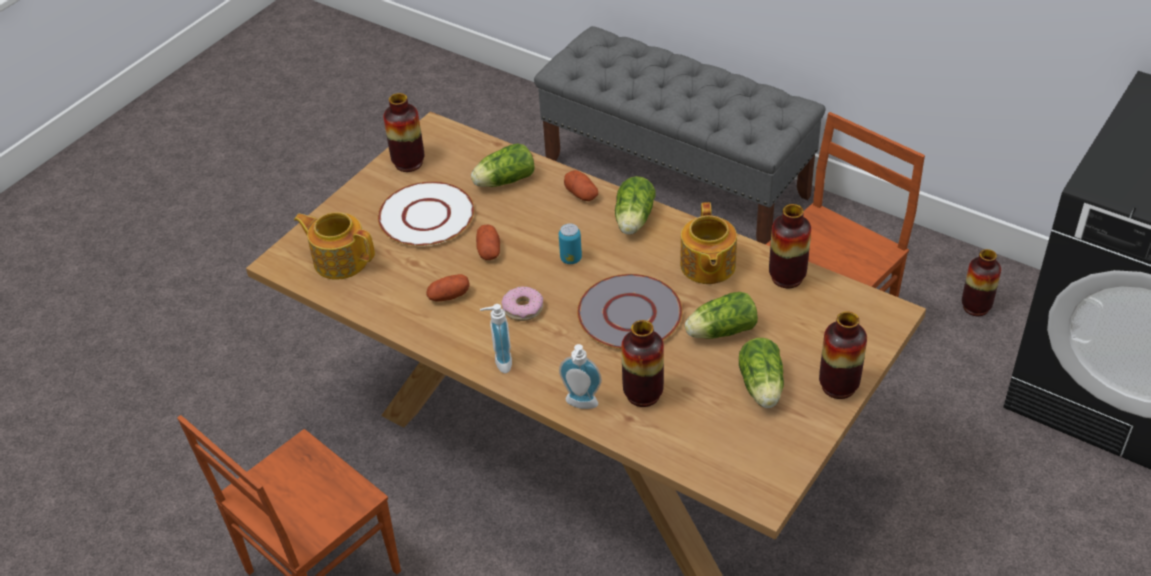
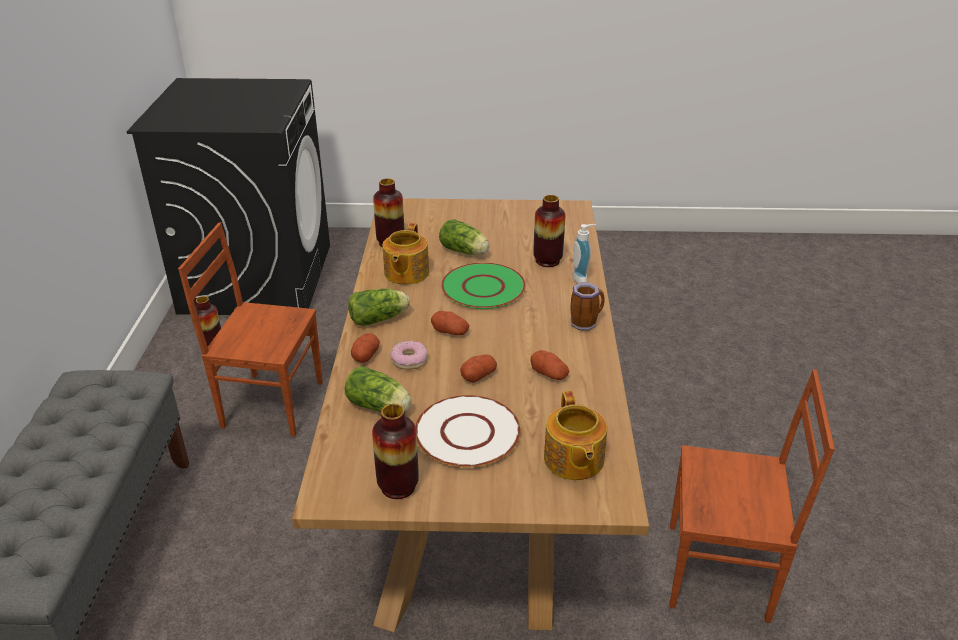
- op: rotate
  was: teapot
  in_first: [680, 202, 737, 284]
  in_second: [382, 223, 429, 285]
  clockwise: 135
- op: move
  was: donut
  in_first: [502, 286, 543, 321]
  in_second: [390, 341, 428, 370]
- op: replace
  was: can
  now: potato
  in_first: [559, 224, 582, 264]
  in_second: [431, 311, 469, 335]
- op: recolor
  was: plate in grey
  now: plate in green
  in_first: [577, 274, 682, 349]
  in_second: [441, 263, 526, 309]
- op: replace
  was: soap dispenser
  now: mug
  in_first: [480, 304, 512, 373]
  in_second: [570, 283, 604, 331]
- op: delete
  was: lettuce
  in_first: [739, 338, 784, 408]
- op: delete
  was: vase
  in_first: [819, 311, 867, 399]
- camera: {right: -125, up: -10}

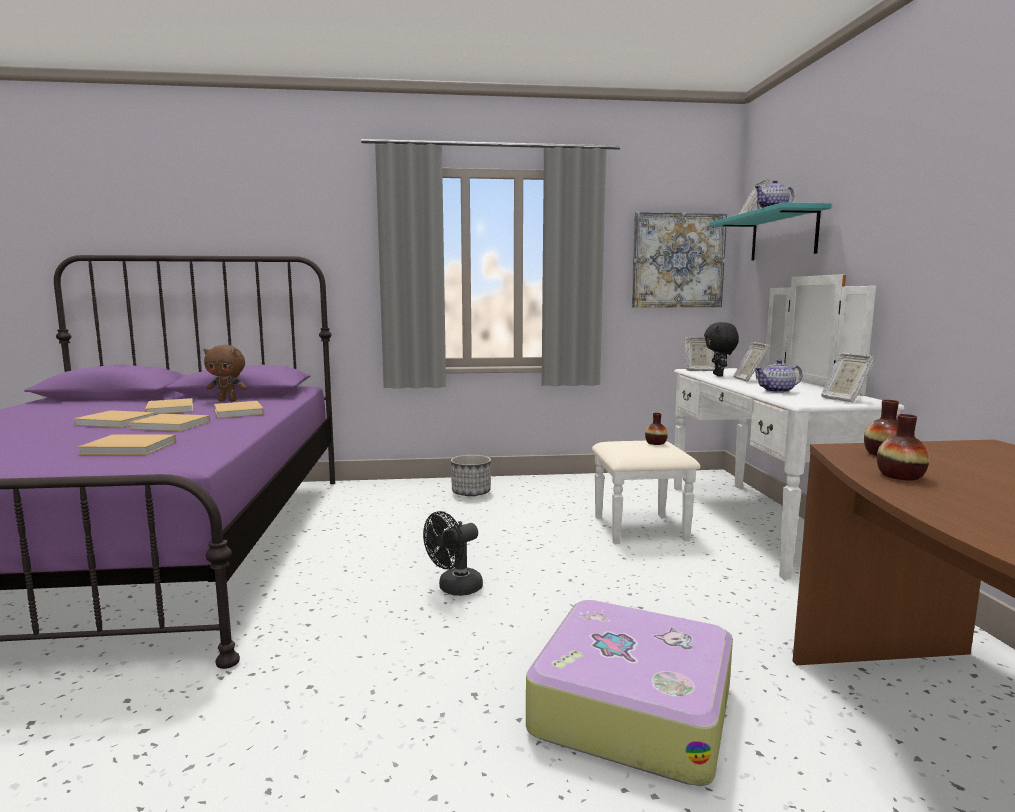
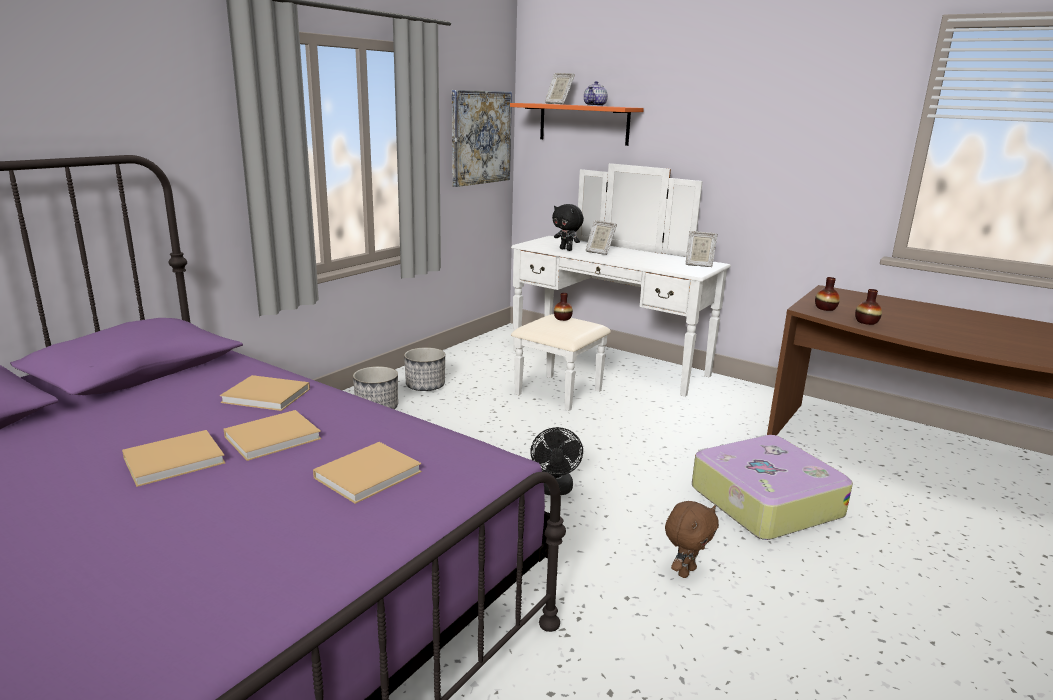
- op: insert
  now: planter
  in_second: [404, 347, 445, 391]
- op: recolor
  was: shelf in turquoise
  now: shelf in orange
  in_first: [709, 202, 832, 261]
  in_second: [510, 103, 644, 146]
- op: move
  was: plush toy in brown
  in_first: [204, 345, 247, 401]
  in_second: [665, 501, 719, 578]
- op: delete
  was: book in beige
  in_first: [145, 398, 193, 414]
- op: delete
  was: picture frame
  in_first: [685, 337, 715, 371]
- op: delete
  was: teapot
  in_first: [754, 360, 802, 393]
- camera: {right: -50, up: 10}

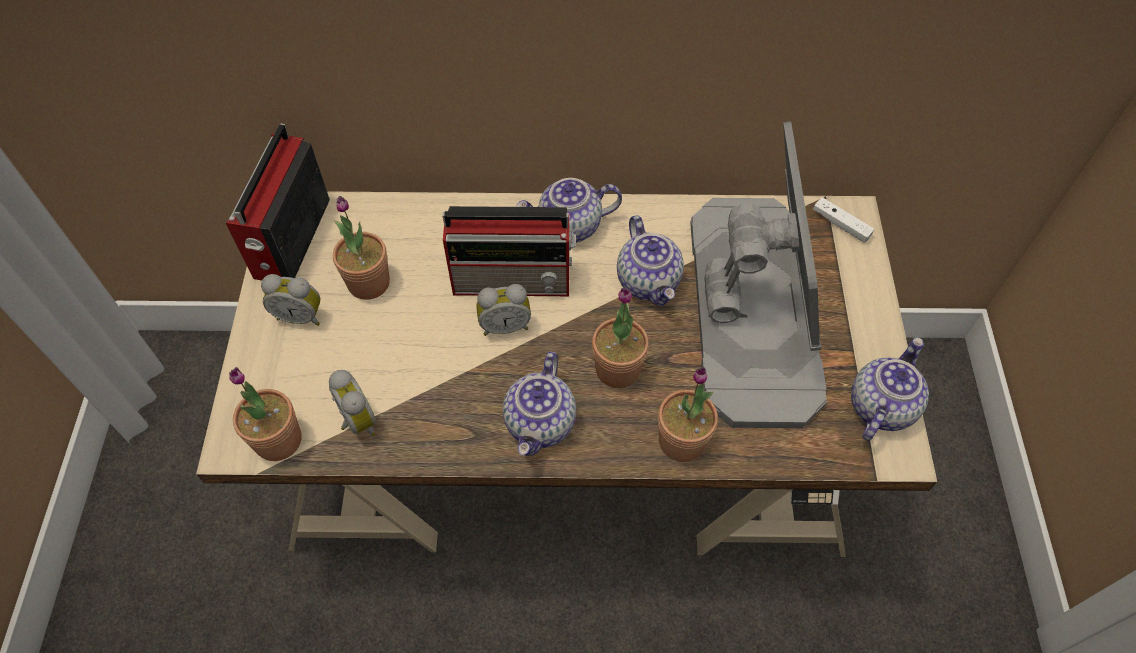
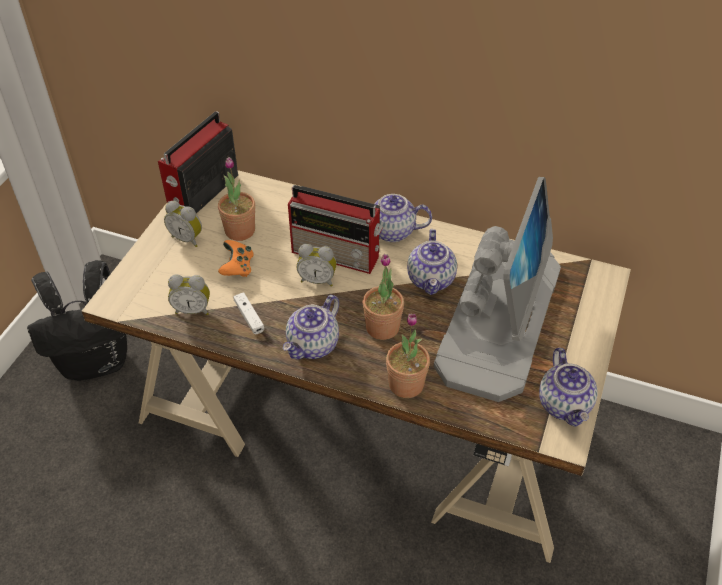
- op: insert
  now: backpack in black
  in_second: [27, 260, 127, 381]
- op: rotate
  was: alarm clock
  in_first: [329, 370, 376, 436]
  in_second: [168, 274, 210, 315]
  clockwise: 105
- op: insert
  now: game controller in orange
  in_second: [218, 240, 254, 277]
- op: move
  was: game controller in white
  in_first: [813, 197, 874, 243]
  in_second: [233, 292, 264, 334]
- op: rotate
  was: teapot
  in_first: [851, 337, 929, 441]
  in_second: [539, 348, 598, 427]
  clockwise: 120
- op: delete
  was: potted plant
  in_first: [229, 367, 301, 461]
- camera: {right: 20, up: -10}

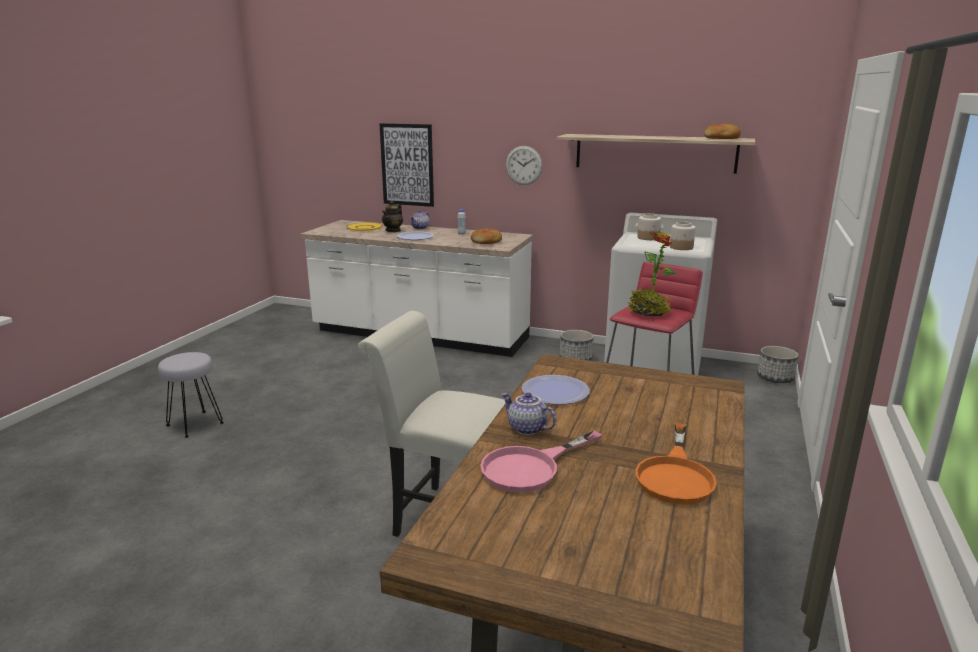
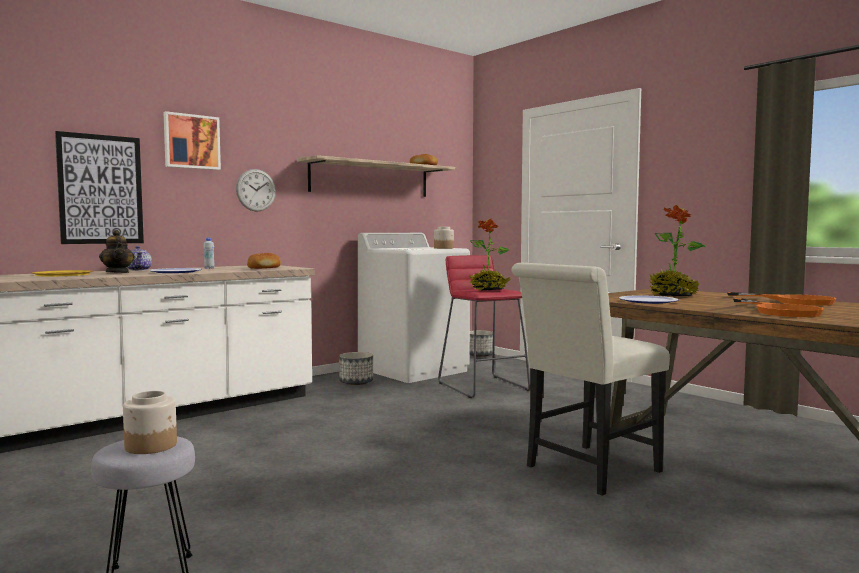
- op: move
  was: jar
  in_first: [637, 213, 661, 240]
  in_second: [123, 391, 177, 454]
- op: insert
  now: picture
  in_second: [164, 111, 221, 170]
- op: insert
  now: potted plant
  in_second: [649, 205, 705, 296]
- op: recolor
  was: frying pan in pink
  now: frying pan in orange
  in_first: [480, 431, 602, 493]
  in_second: [733, 298, 824, 317]
- op: delete
  was: teapot
  in_first: [502, 393, 556, 435]
- camera: {right: -60, up: -15}

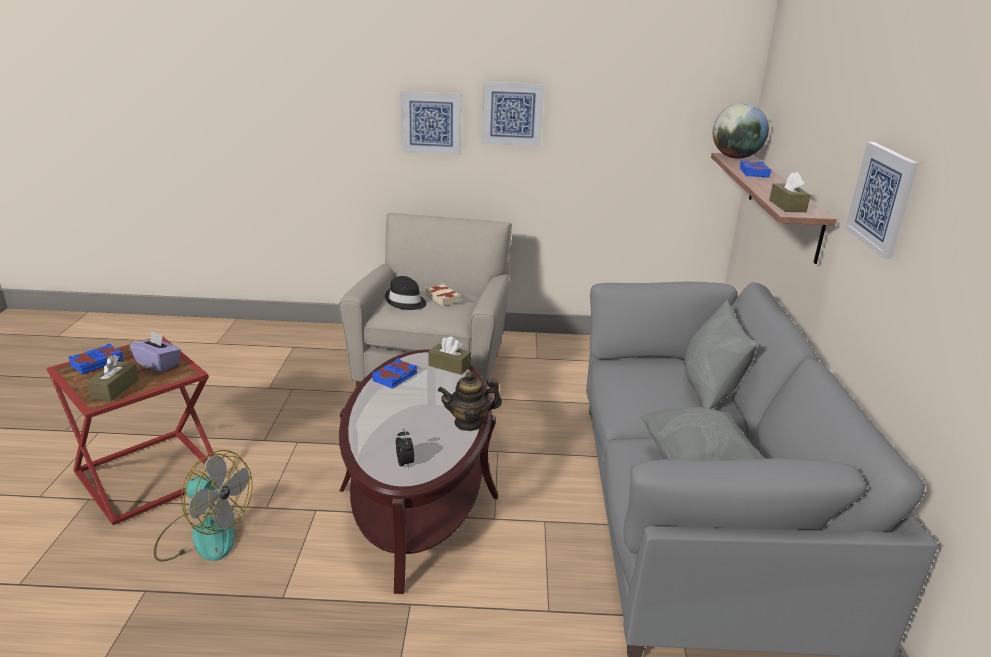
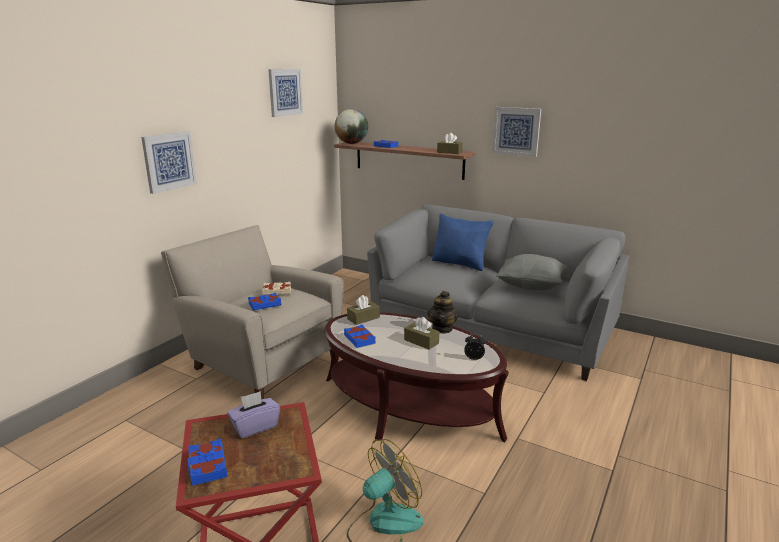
- op: replace
  was: hat in black
  now: book in blue
  in_first: [385, 276, 426, 310]
  in_second: [248, 293, 281, 311]
- op: move
  was: picture
  in_first: [482, 82, 544, 146]
  in_second: [268, 69, 303, 117]
- op: move
  was: tissue box in brown
  in_first: [86, 355, 139, 401]
  in_second: [404, 317, 439, 350]
- op: recolor
  was: pillow in grey
  now: pillow in blue
  in_first: [684, 300, 757, 409]
  in_second: [432, 214, 494, 271]
- camera: {right: -60, up: -5}

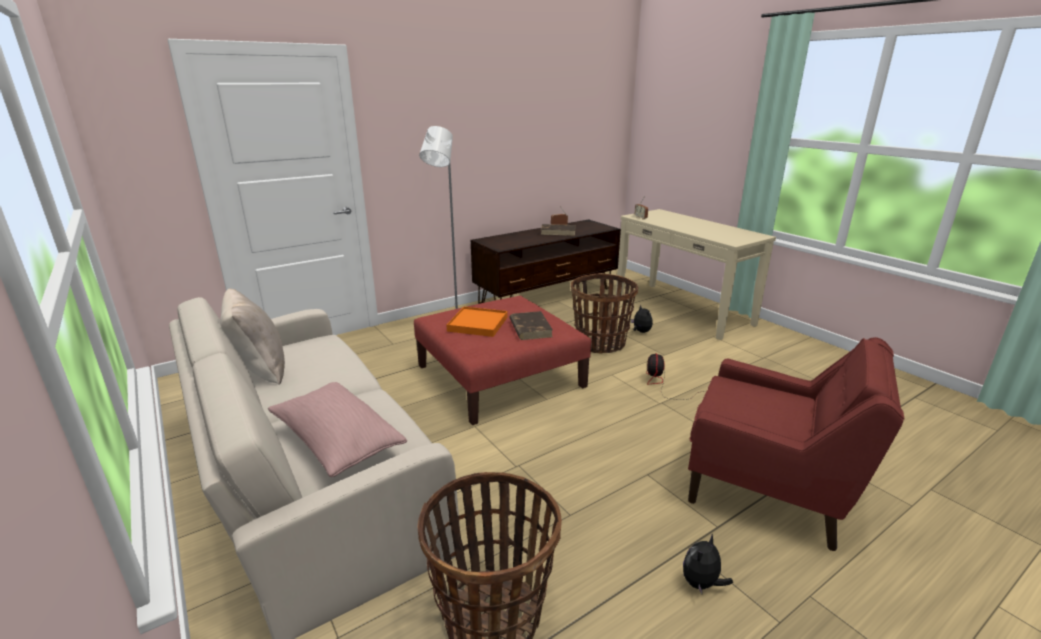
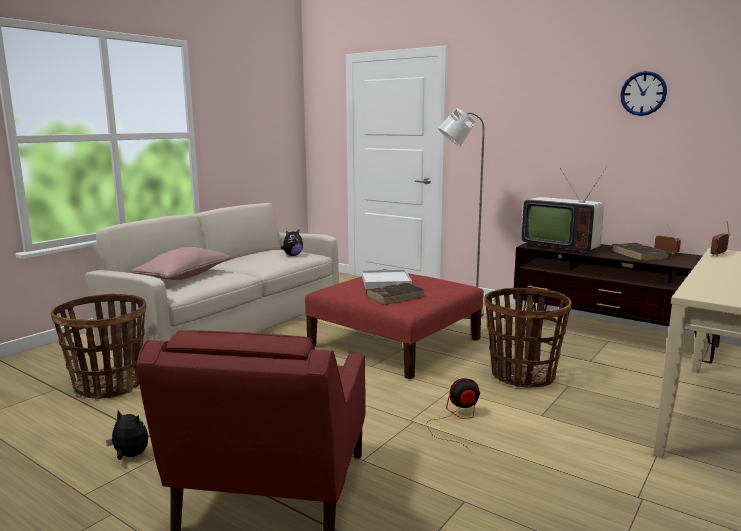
- op: move
  was: plush toy
  in_first: [631, 305, 653, 333]
  in_second: [281, 229, 303, 256]
- op: recolor
  was: tray in orange
  now: tray in white
  in_first: [447, 307, 507, 337]
  in_second: [362, 270, 412, 289]
- op: insert
  now: television
  in_second: [522, 167, 607, 254]
- op: insert
  now: wall clock
  in_second: [620, 71, 667, 116]
- op: delete
  was: pillow in beige
  in_first: [220, 289, 285, 385]
- camera: {right: 70, up: -10}

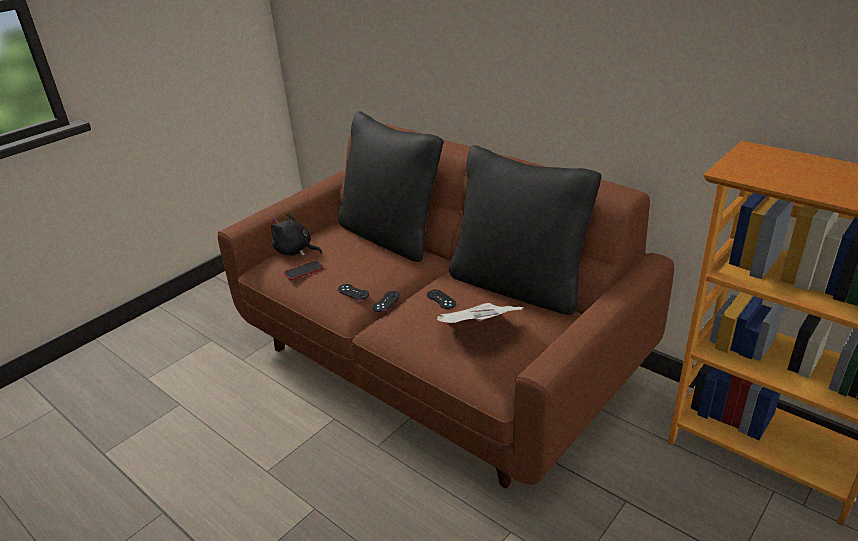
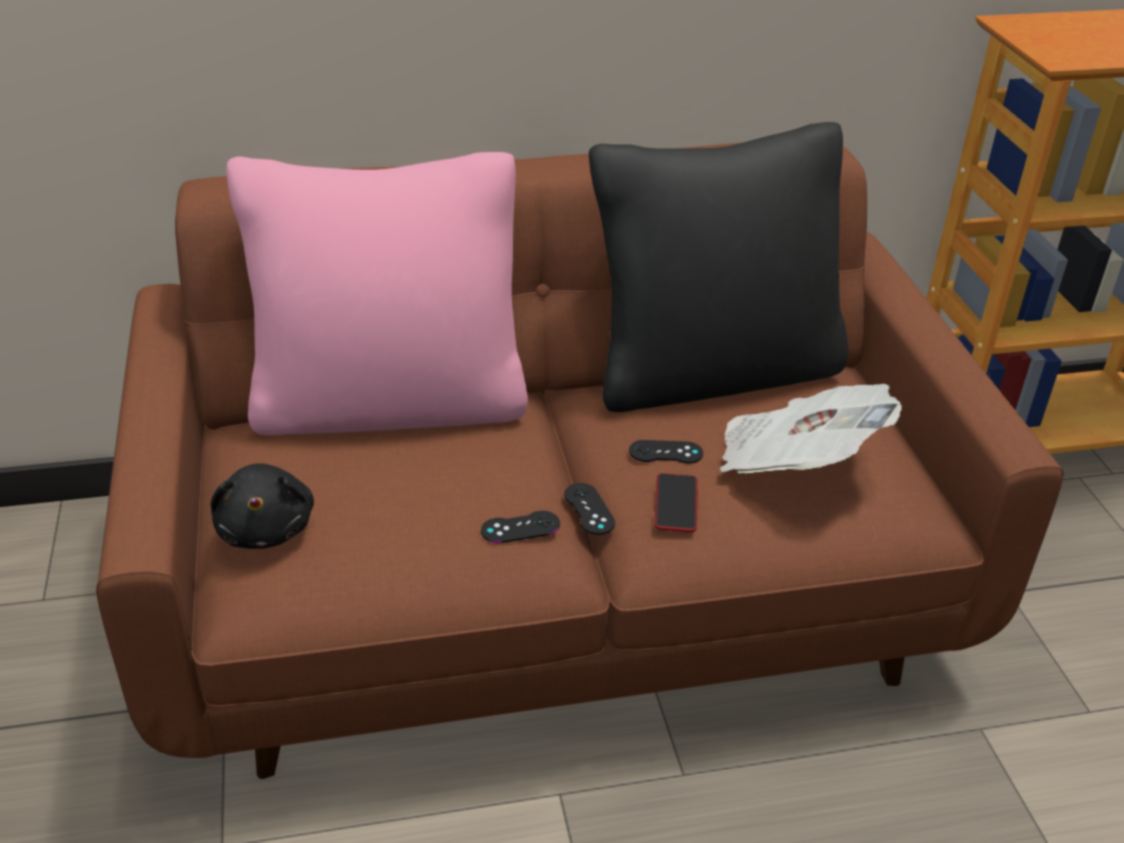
- op: rotate
  was: plush toy in black
  in_first: [271, 213, 322, 256]
  in_second: [211, 463, 314, 549]
  clockwise: -75
- op: recolor
  was: pillow in black
  now: pillow in pink
  in_first: [338, 111, 443, 262]
  in_second: [226, 152, 528, 435]
- op: move
  was: phone
  in_first: [284, 260, 324, 280]
  in_second: [654, 473, 698, 532]
- camera: {right: -55, up: 5}

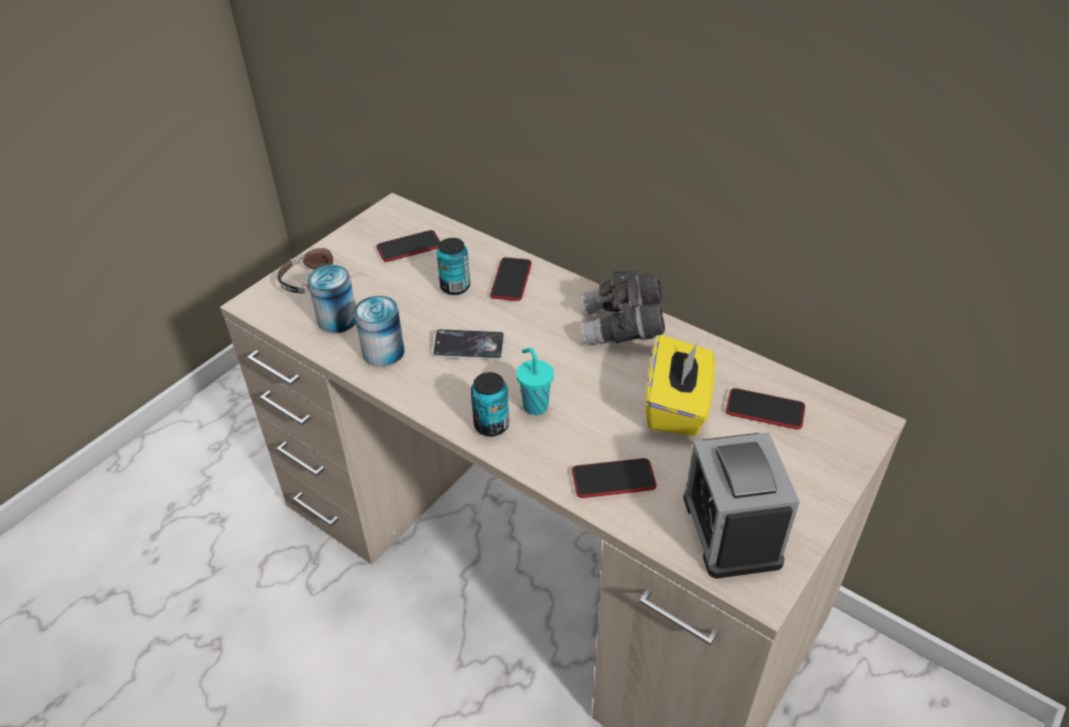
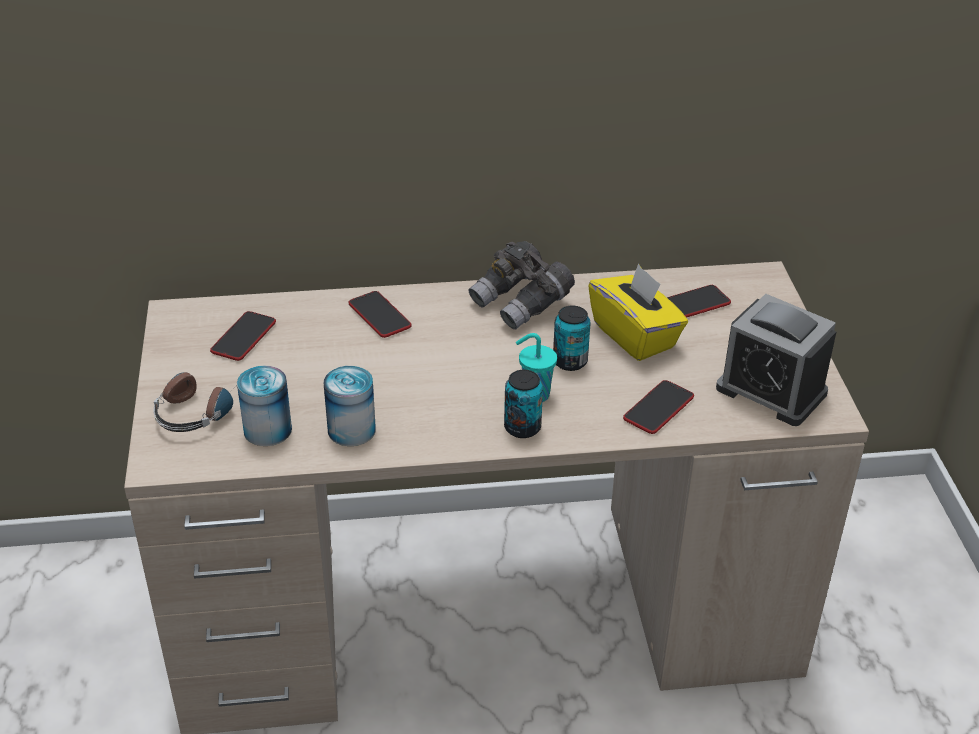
- op: move
  was: can
  in_first: [436, 238, 470, 295]
  in_second: [553, 305, 591, 371]
- op: delete
  was: phone
  in_first: [432, 329, 505, 360]
- camera: {right: -45, up: -5}

